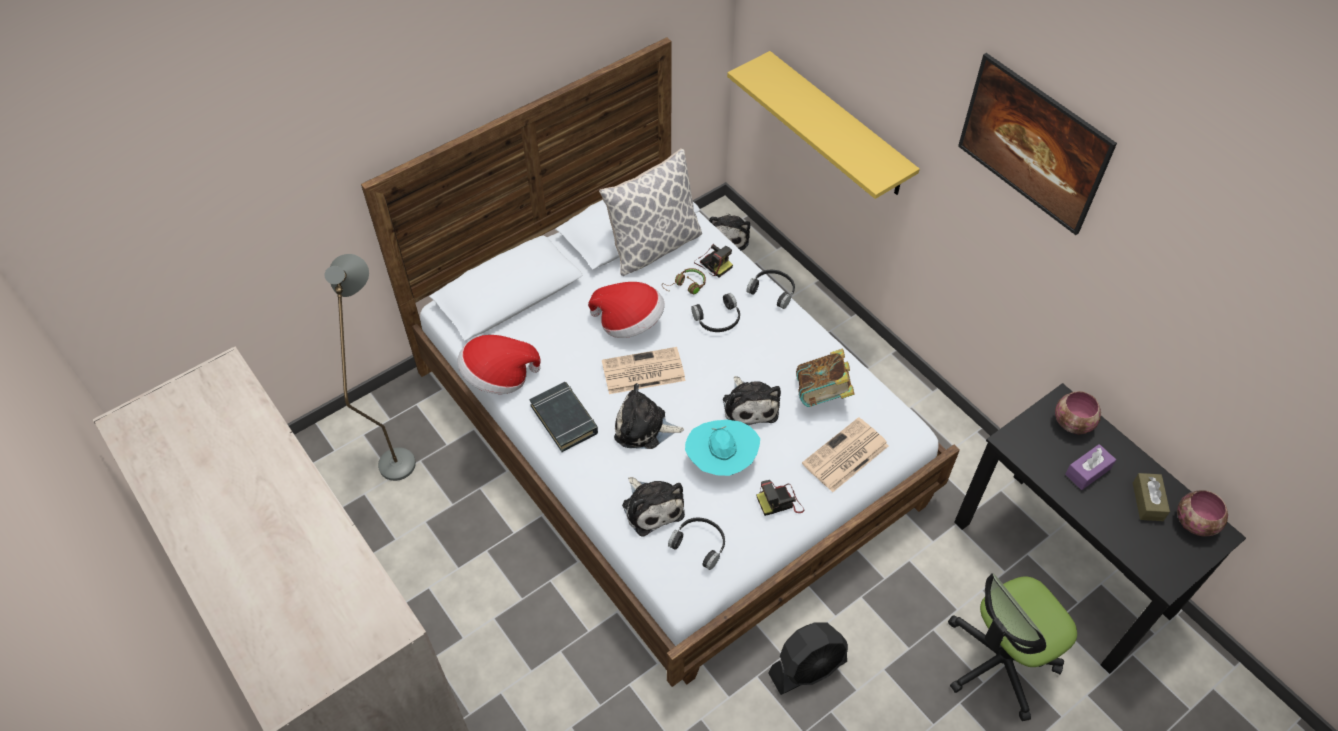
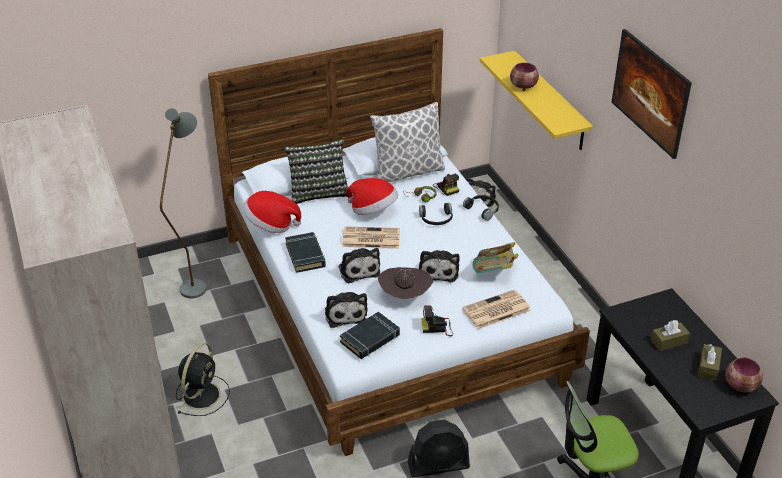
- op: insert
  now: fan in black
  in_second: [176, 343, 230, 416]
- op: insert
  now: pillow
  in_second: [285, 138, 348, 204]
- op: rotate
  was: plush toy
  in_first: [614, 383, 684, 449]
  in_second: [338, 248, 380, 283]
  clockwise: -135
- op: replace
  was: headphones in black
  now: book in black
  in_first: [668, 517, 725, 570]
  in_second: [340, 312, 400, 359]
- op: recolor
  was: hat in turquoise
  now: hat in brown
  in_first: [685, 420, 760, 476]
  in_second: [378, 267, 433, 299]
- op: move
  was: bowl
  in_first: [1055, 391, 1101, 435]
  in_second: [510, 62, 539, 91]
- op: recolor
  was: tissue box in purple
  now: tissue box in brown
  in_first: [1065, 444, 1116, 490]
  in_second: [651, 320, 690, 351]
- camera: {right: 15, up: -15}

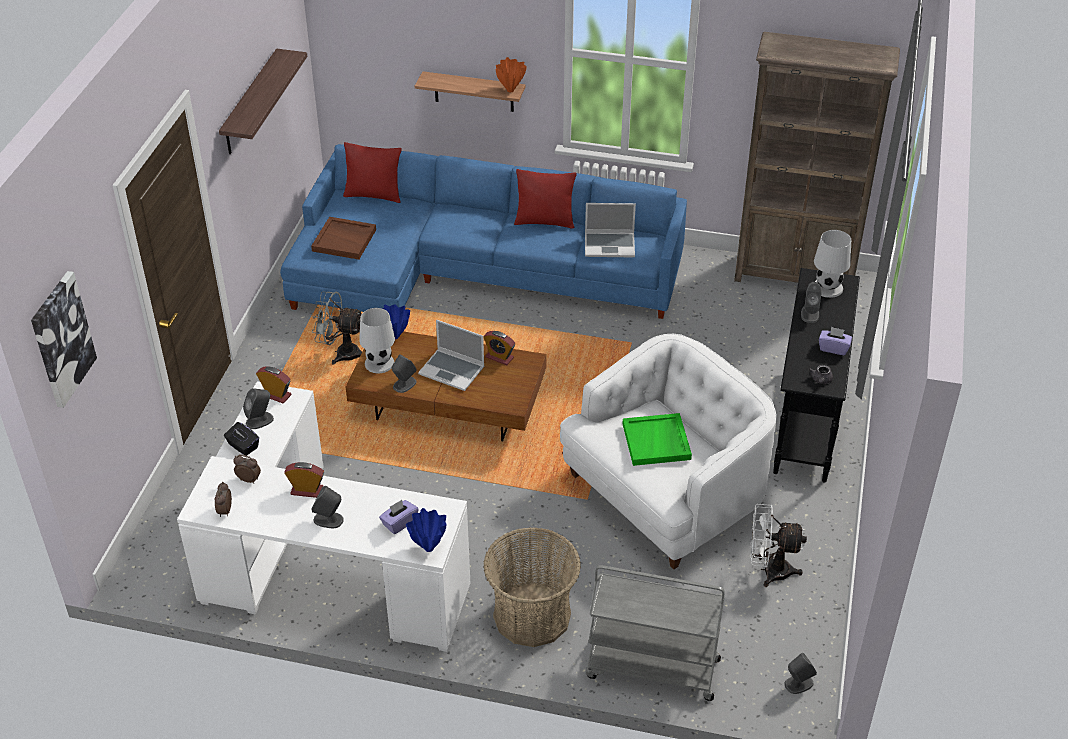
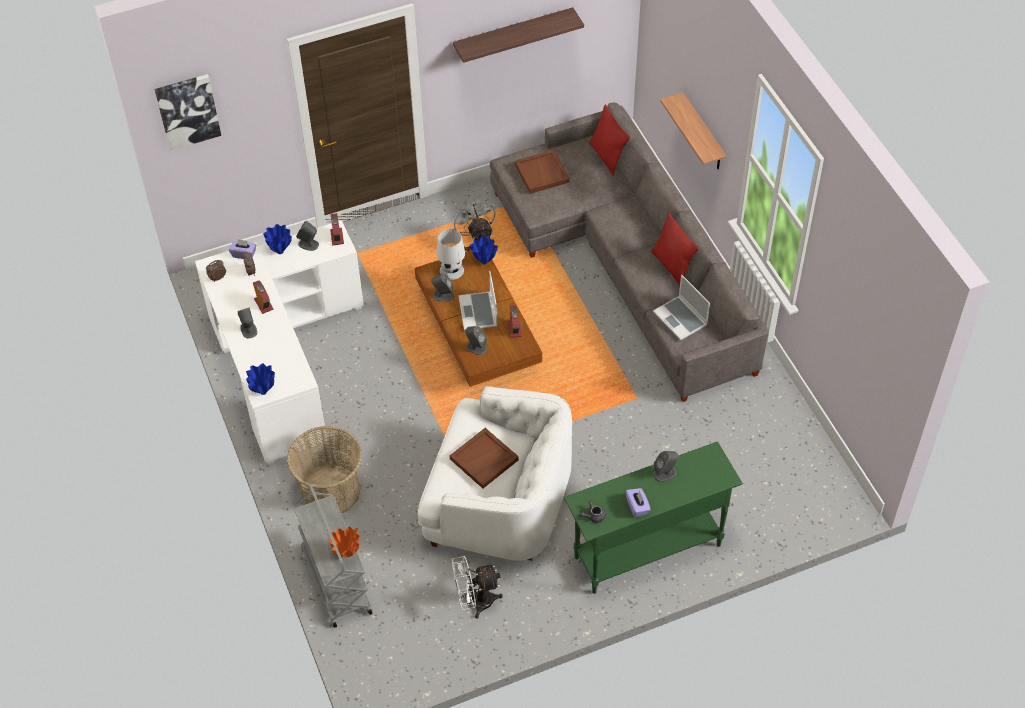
- op: move
  was: tissue box in purple
  in_first: [379, 500, 419, 534]
  in_second: [229, 239, 257, 259]
- op: replace
  was: tissue box in black
  now: vase in blue
  in_first: [224, 422, 259, 456]
  in_second: [263, 224, 292, 254]
- op: move
  was: vase in orange
  in_first: [496, 57, 527, 92]
  in_second: [329, 527, 360, 557]
- op: recolor
  was: tray in green
  now: tray in brown
  in_first: [623, 413, 692, 466]
  in_second: [449, 428, 519, 488]
- op: rotate
  was: fan in white
  in_first: [750, 504, 807, 587]
  in_second: [452, 556, 503, 619]
  clockwise: -75
- op: move
  was: speaker in grey
  in_first: [784, 653, 817, 694]
  in_second: [465, 326, 487, 355]
- op: recolor
  was: sofa in blue
  now: sofa in grey
  in_first: [280, 144, 687, 319]
  in_second: [490, 102, 769, 402]
- op: recolor
  was: console table in black
  now: console table in green
  in_first: [773, 268, 860, 482]
  in_second: [564, 441, 743, 594]
- op: delete
  was: bookcase in brown
  in_first: [734, 32, 900, 283]
- op: delete
  was: table lamp in white
  in_first: [814, 230, 851, 298]
- camera: {right: 55, up: 10}

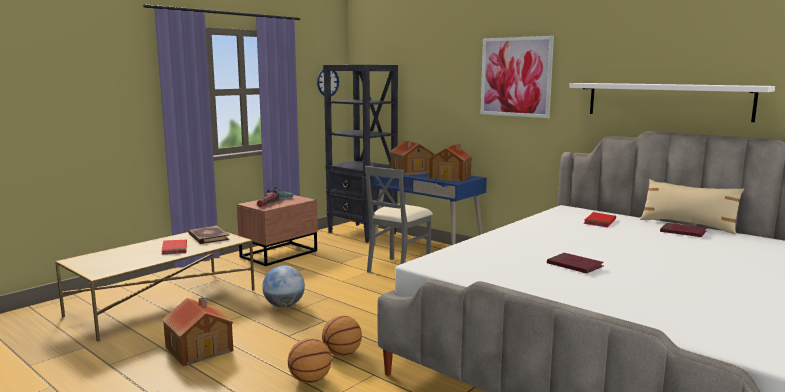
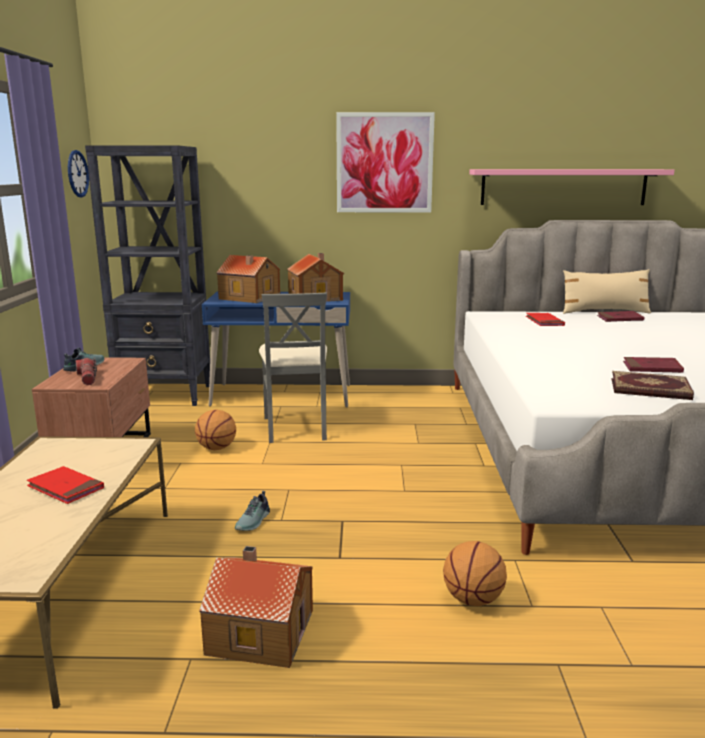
- op: move
  was: basketball
  in_first: [322, 315, 362, 356]
  in_second: [195, 409, 236, 450]
- op: replace
  was: globe
  now: shoe
  in_first: [262, 266, 305, 308]
  in_second: [235, 491, 270, 531]
- op: recolor
  was: shelf in white
  now: shelf in pink
  in_first: [569, 83, 775, 122]
  in_second: [469, 169, 675, 205]
- op: move
  was: book
  in_first: [188, 226, 230, 244]
  in_second: [612, 371, 694, 400]
- camera: {right: -40, up: 5}

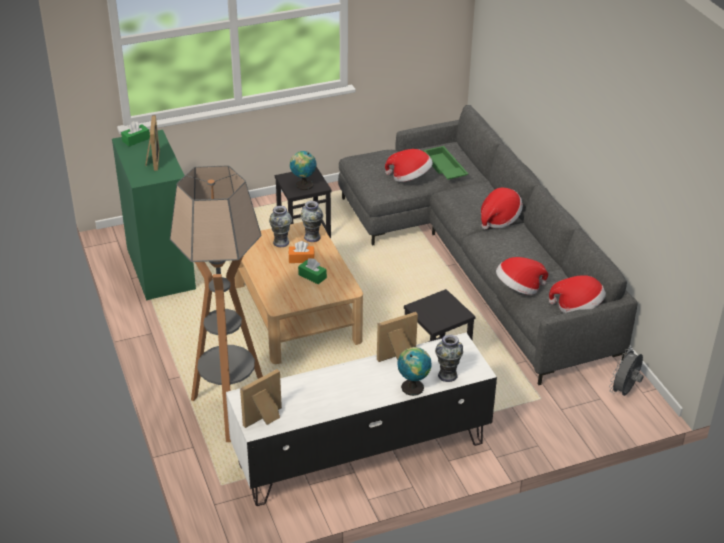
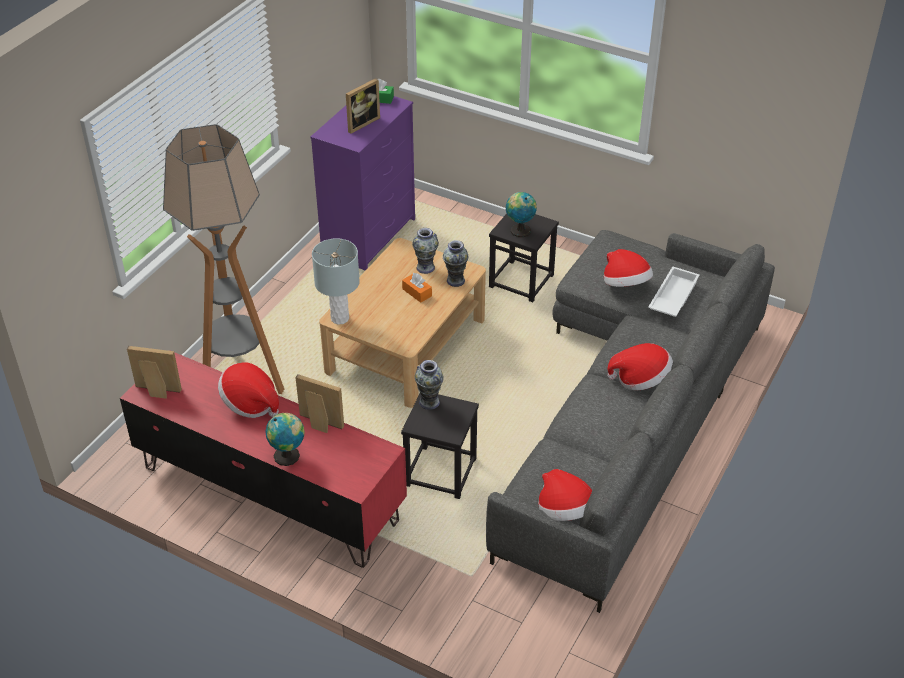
- op: recolor
  was: tv stand in white
  now: tv stand in red
  in_first: [226, 333, 497, 506]
  in_second: [120, 350, 407, 568]
- op: move
  was: hat
  in_first: [496, 257, 548, 295]
  in_second: [218, 362, 279, 418]
- op: recolor
  was: dresser in green
  now: dresser in purple
  in_first: [112, 130, 196, 300]
  in_second: [310, 96, 415, 271]
- op: insert
  now: table lamp in grey
  in_second: [312, 238, 360, 325]
- op: move
  was: vase
  in_first: [435, 334, 463, 382]
  in_second: [415, 360, 444, 410]
- op: recolor
  was: tray in green
  now: tray in white
  in_first: [423, 146, 468, 180]
  in_second: [648, 266, 700, 317]
- op: delete
  was: tissue box in green
  in_first: [298, 258, 327, 284]
- op: delete
  was: fan in grey
  in_first: [609, 347, 643, 396]
- camera: {right: 50, up: 5}

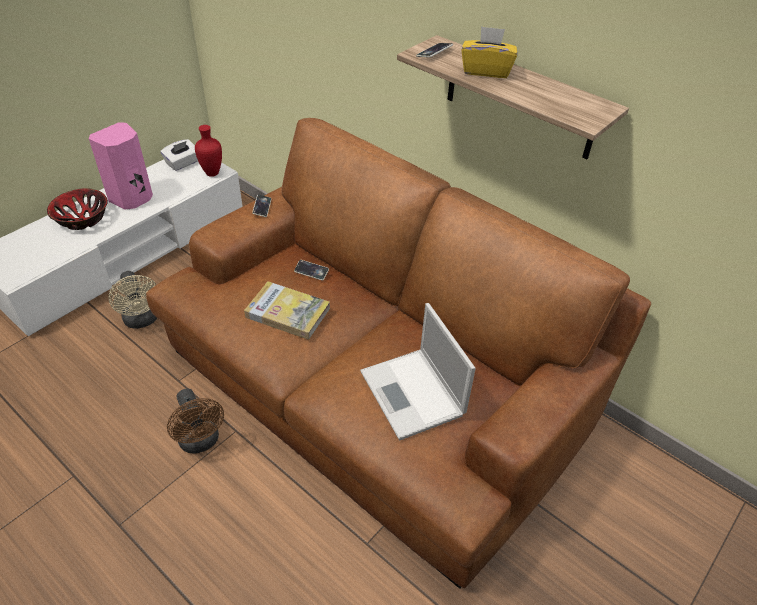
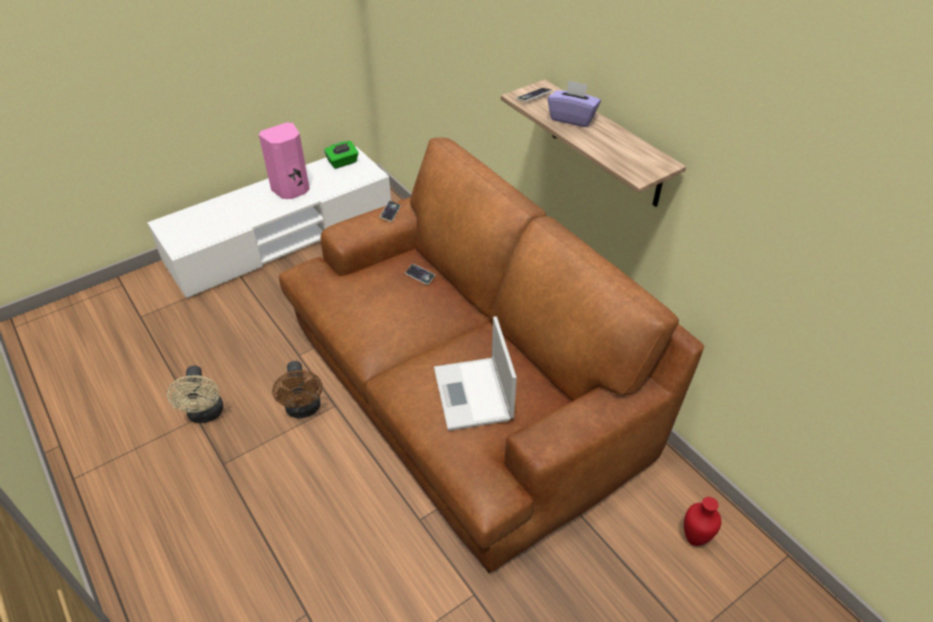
- op: move
  was: fan in beige
  in_first: [109, 271, 157, 329]
  in_second: [167, 365, 223, 423]
- op: recolor
  was: tissue box in white
  now: tissue box in green
  in_first: [161, 139, 198, 171]
  in_second: [324, 141, 359, 169]
- op: recolor
  was: tissue box in yellow
  now: tissue box in purple
  in_first: [461, 26, 517, 78]
  in_second: [548, 80, 601, 127]
- op: move
  was: vase in red
  in_first: [195, 125, 222, 177]
  in_second: [684, 497, 721, 546]
- op: delete
  was: bowl
  in_first: [47, 188, 108, 230]
- op: delete
  was: book
  in_first: [244, 281, 330, 340]
- camera: {right: 15, up: 0}

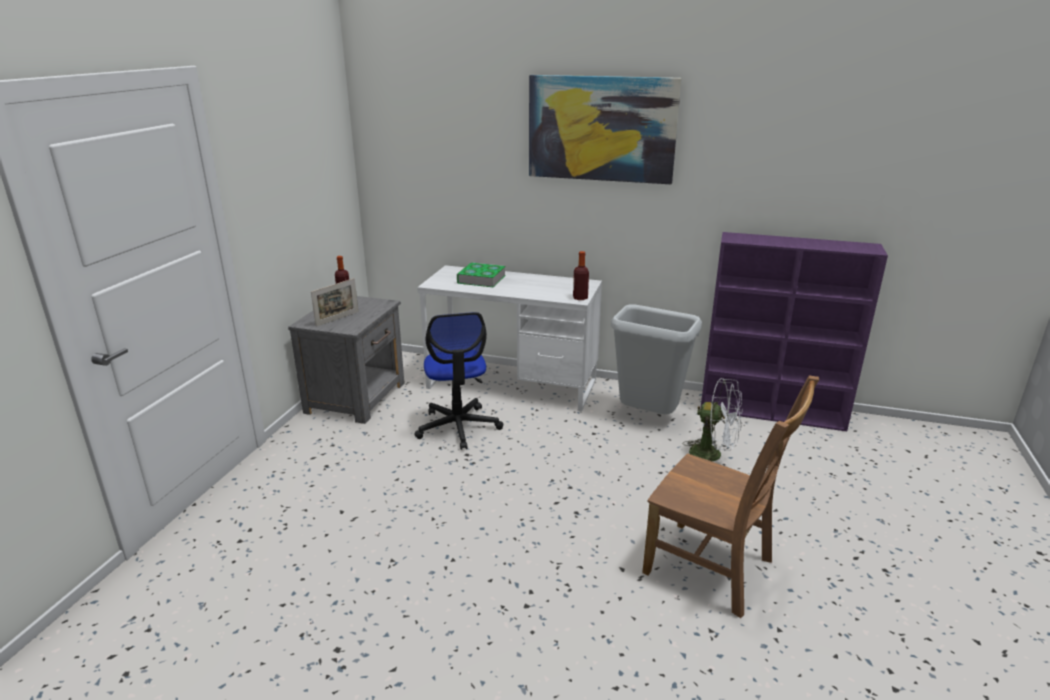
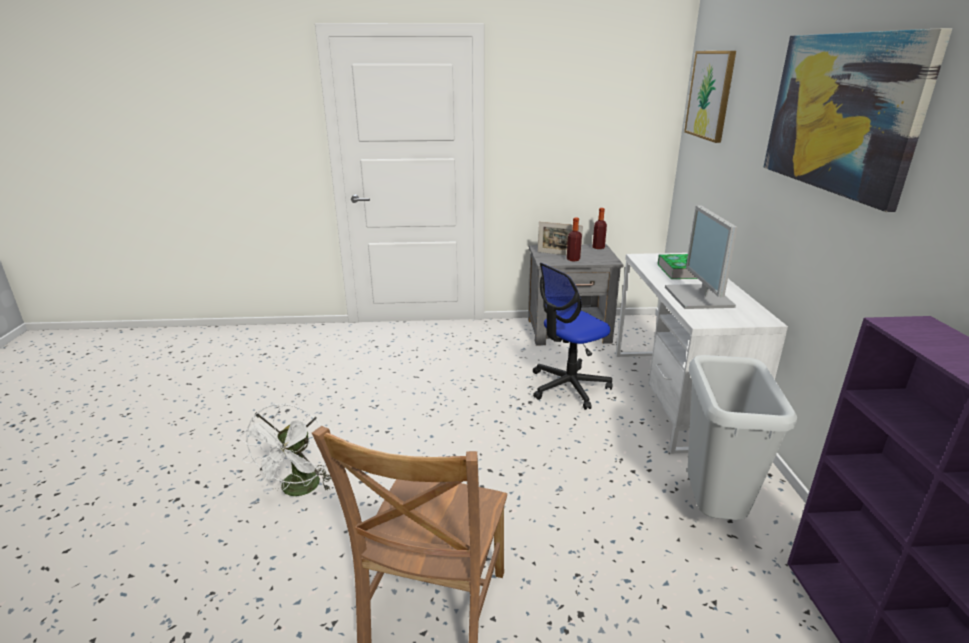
- op: move
  was: fan in white
  in_first: [683, 378, 743, 461]
  in_second: [240, 403, 332, 496]
- op: move
  was: bottle
  in_first: [573, 251, 589, 300]
  in_second: [567, 218, 582, 262]
- op: insert
  now: monitor
  in_second: [665, 206, 738, 309]
- op: insert
  now: picture
  in_second: [684, 51, 736, 143]
- camera: {right: 70, up: 0}

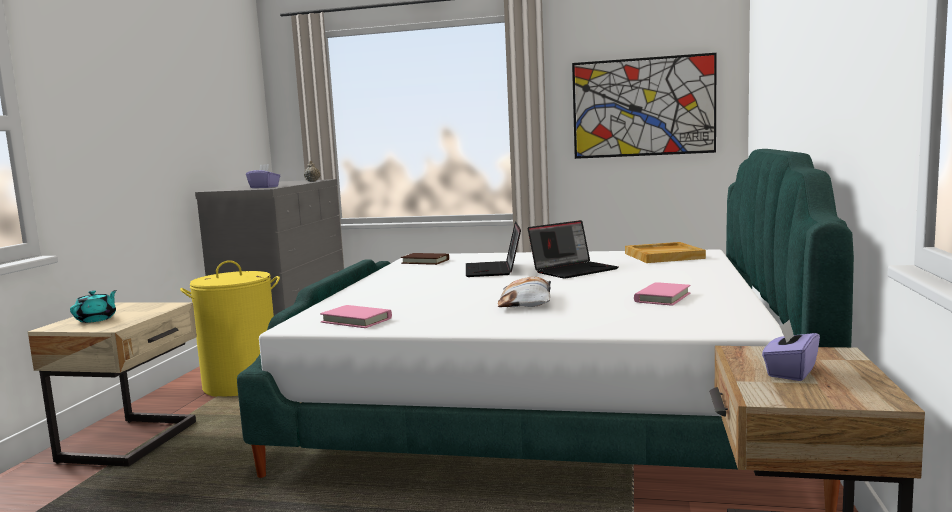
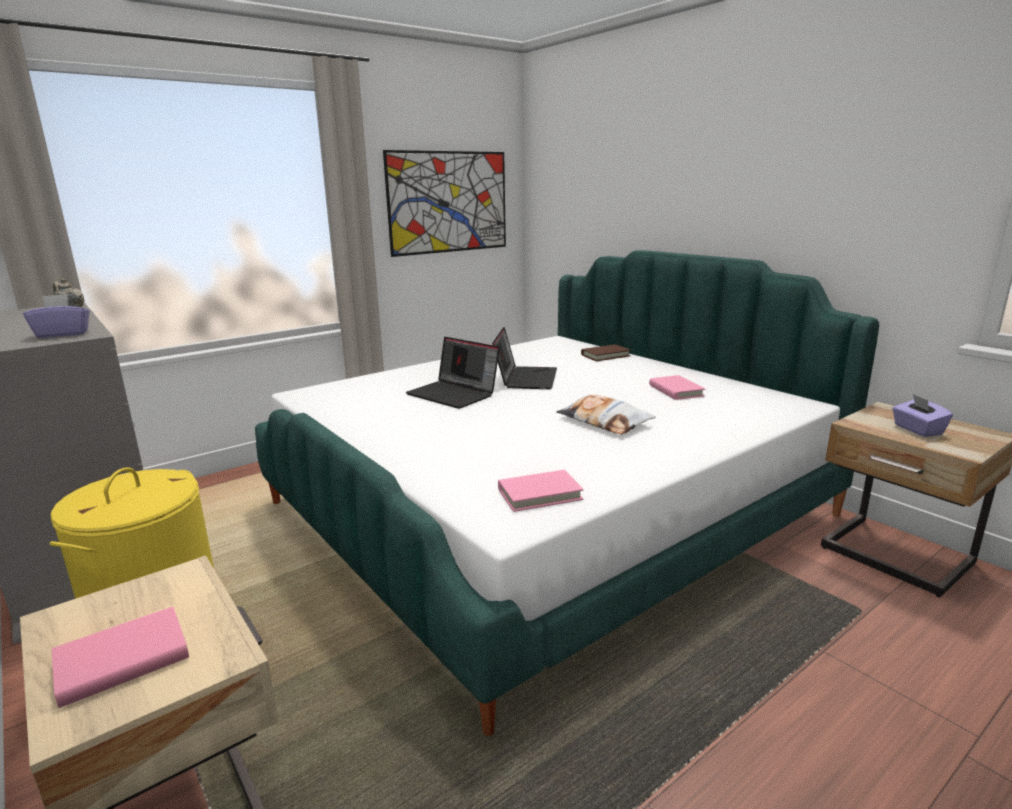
- op: replace
  was: teapot in turquoise
  now: book in pink
  in_first: [70, 290, 117, 323]
  in_second: [52, 607, 189, 708]
- op: move
  was: book in brown
  in_first: [401, 253, 449, 265]
  in_second: [581, 344, 631, 361]
- op: delete
  was: tray in beige
  in_first: [625, 242, 706, 263]
- camera: {right: -50, up: 10}

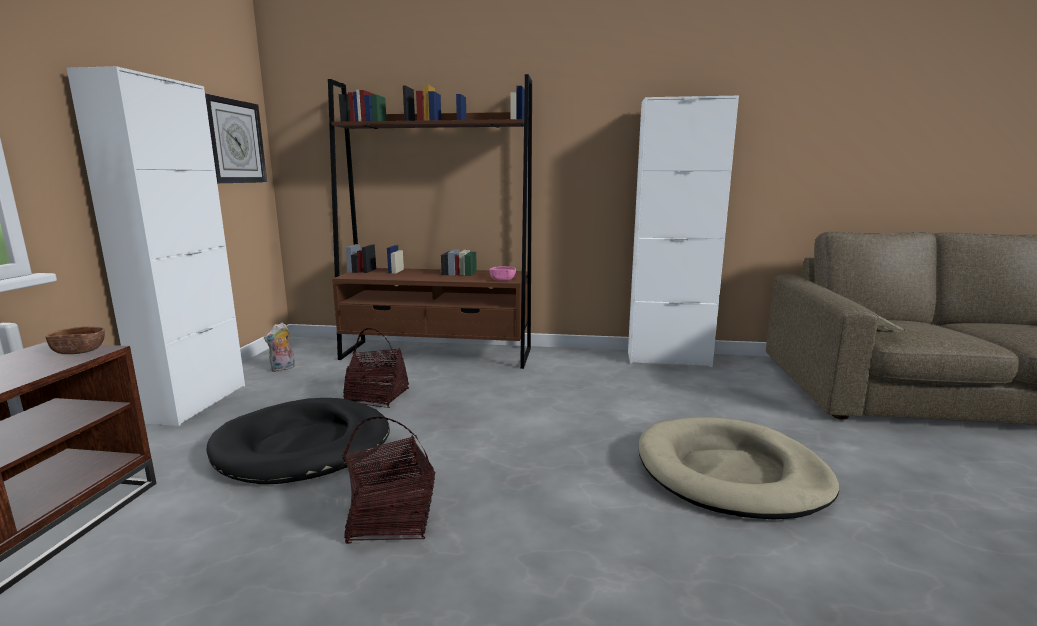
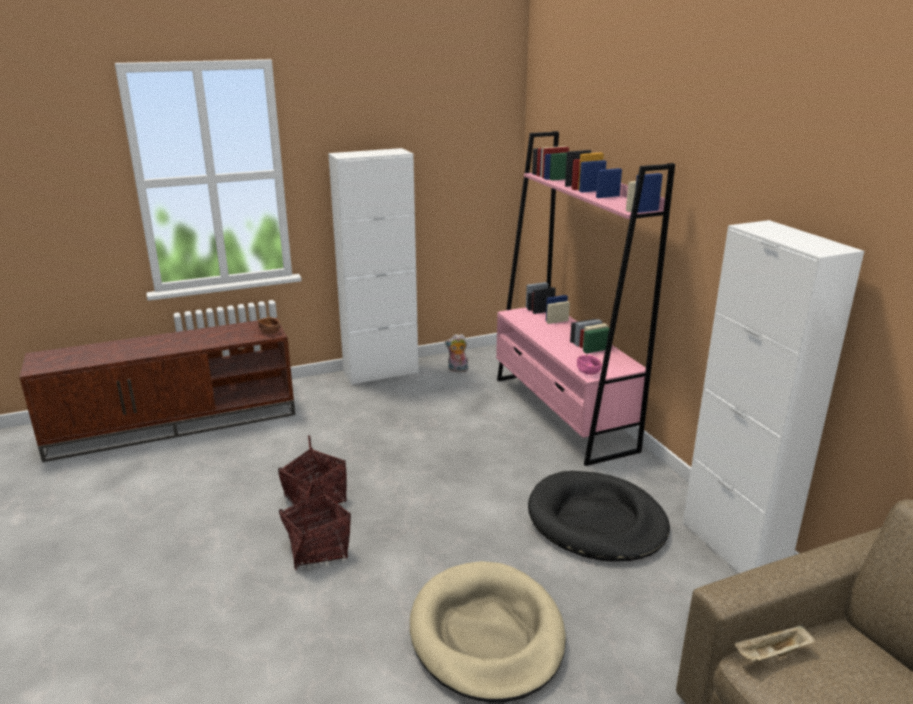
- op: move
  was: basket
  in_first: [343, 328, 409, 408]
  in_second: [279, 479, 351, 570]
- op: recolor
  was: bookcase in brown
  now: bookcase in pink
  in_first: [328, 74, 532, 369]
  in_second: [496, 131, 675, 466]
- op: move
  was: dog bed in black
  in_first: [207, 398, 390, 484]
  in_second: [528, 471, 670, 561]
- op: delete
  was: wall clock
  in_first: [205, 93, 267, 183]
- camera: {right: 60, up: 10}

